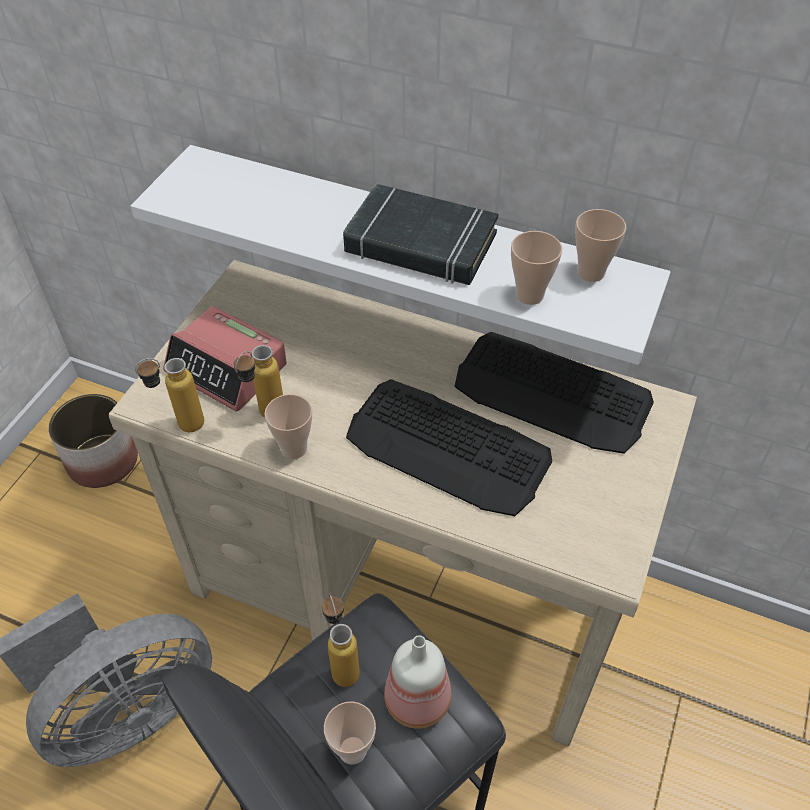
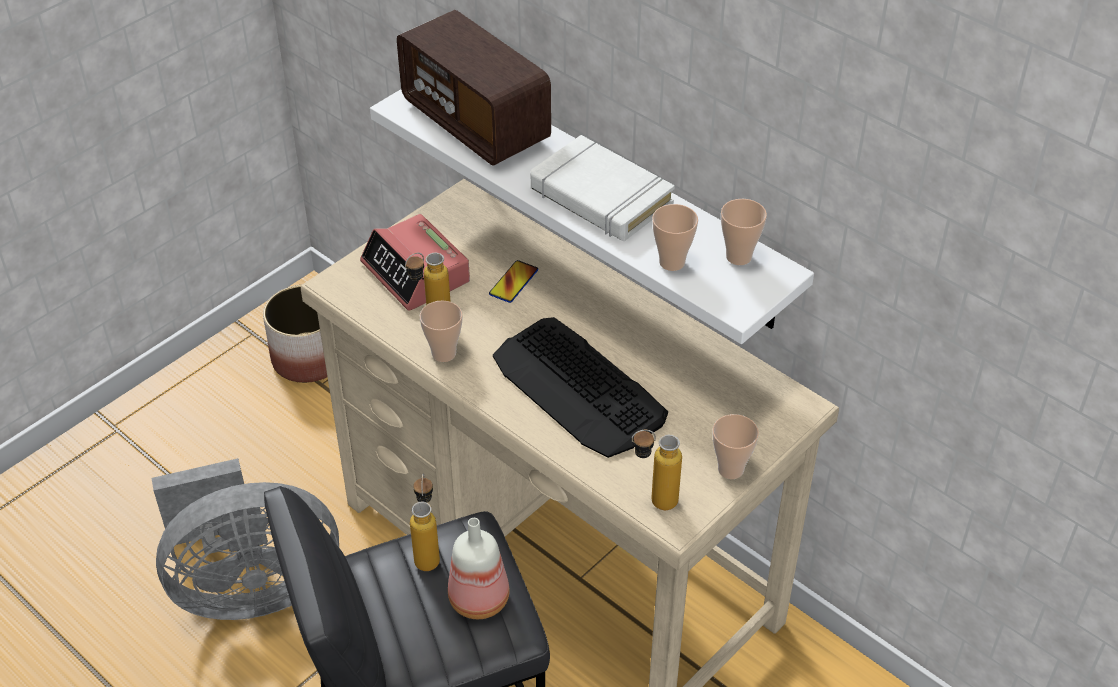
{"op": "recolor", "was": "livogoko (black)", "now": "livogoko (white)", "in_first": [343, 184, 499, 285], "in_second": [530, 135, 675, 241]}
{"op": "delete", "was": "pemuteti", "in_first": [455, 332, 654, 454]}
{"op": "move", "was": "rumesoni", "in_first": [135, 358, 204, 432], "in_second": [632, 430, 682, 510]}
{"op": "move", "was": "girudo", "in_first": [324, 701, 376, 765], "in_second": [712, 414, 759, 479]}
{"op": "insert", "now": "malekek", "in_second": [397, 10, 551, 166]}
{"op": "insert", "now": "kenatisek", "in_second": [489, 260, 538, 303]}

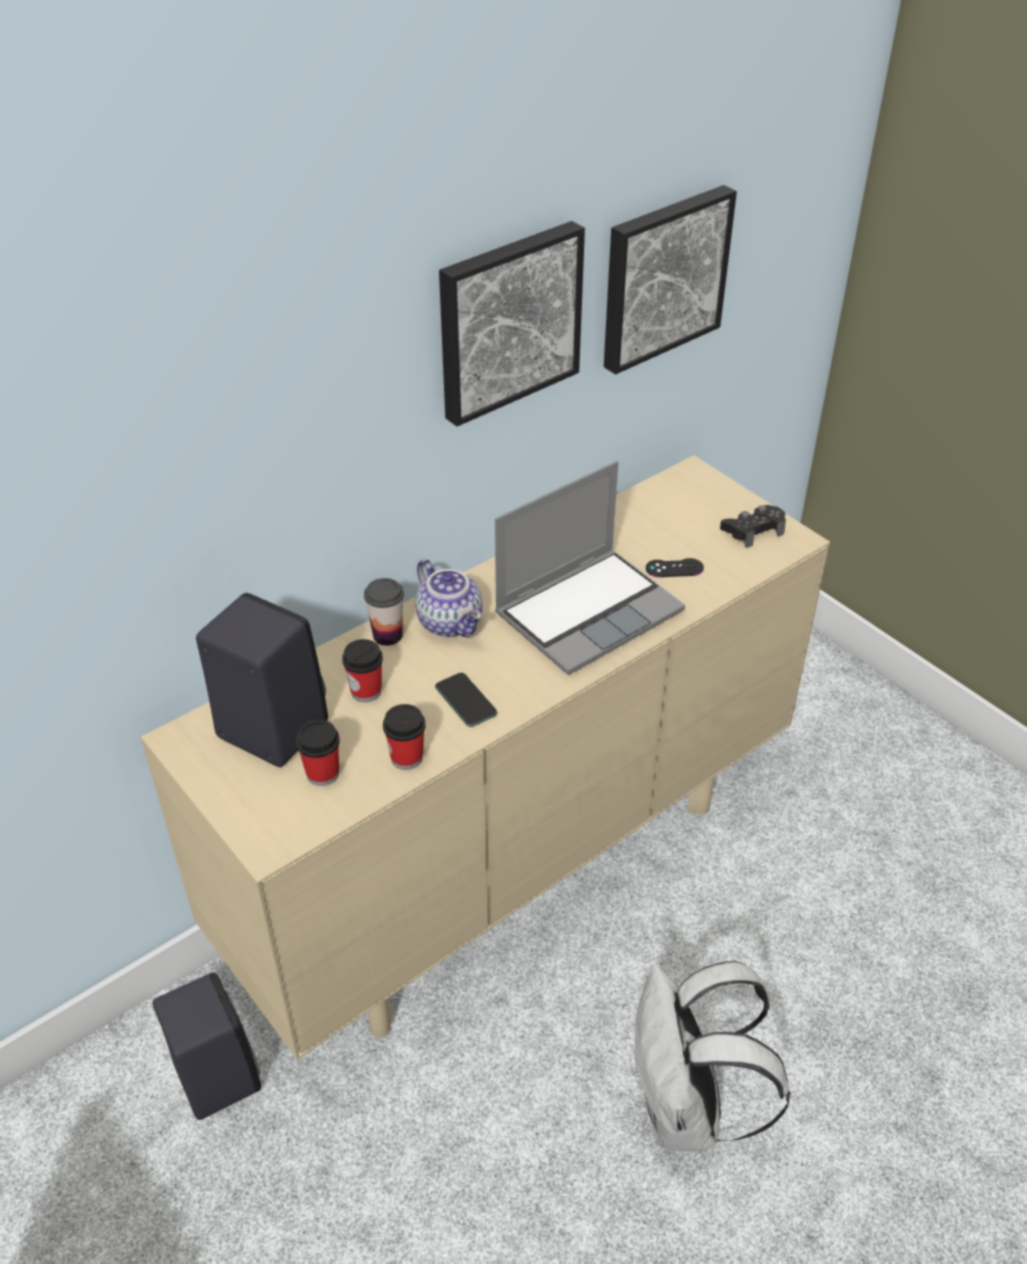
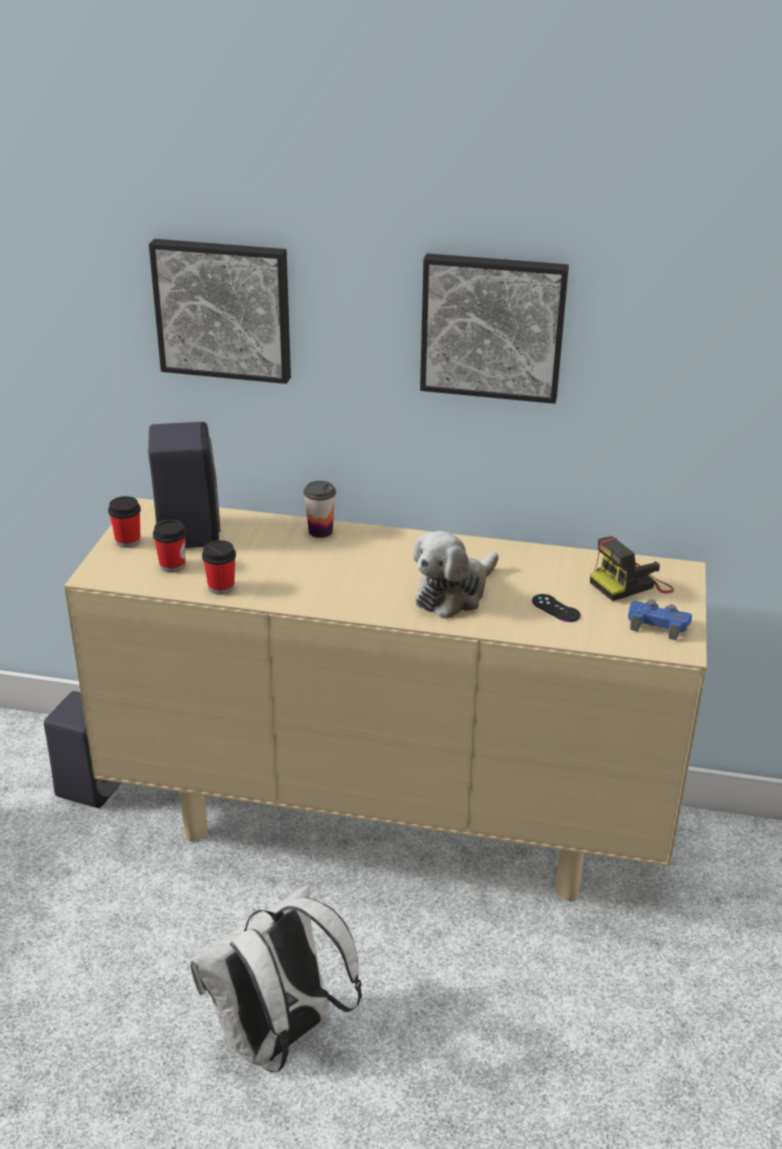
{"op": "move", "was": "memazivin", "in_first": [604, 185, 737, 374], "in_second": [149, 239, 291, 384]}
{"op": "replace", "was": "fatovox", "now": "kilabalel", "in_first": [495, 461, 685, 675], "in_second": [413, 531, 498, 619]}
{"op": "recolor", "was": "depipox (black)", "now": "depipox (blue)", "in_first": [720, 505, 786, 548], "in_second": [628, 600, 692, 640]}
{"op": "delete", "was": "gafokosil", "in_first": [415, 559, 483, 637]}
{"op": "move", "was": "girudo", "in_first": [342, 639, 383, 702], "in_second": [108, 496, 141, 548]}
{"op": "delete", "was": "kenatisek", "in_first": [435, 673, 498, 727]}
{"op": "insert", "now": "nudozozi", "in_second": [590, 536, 674, 601]}

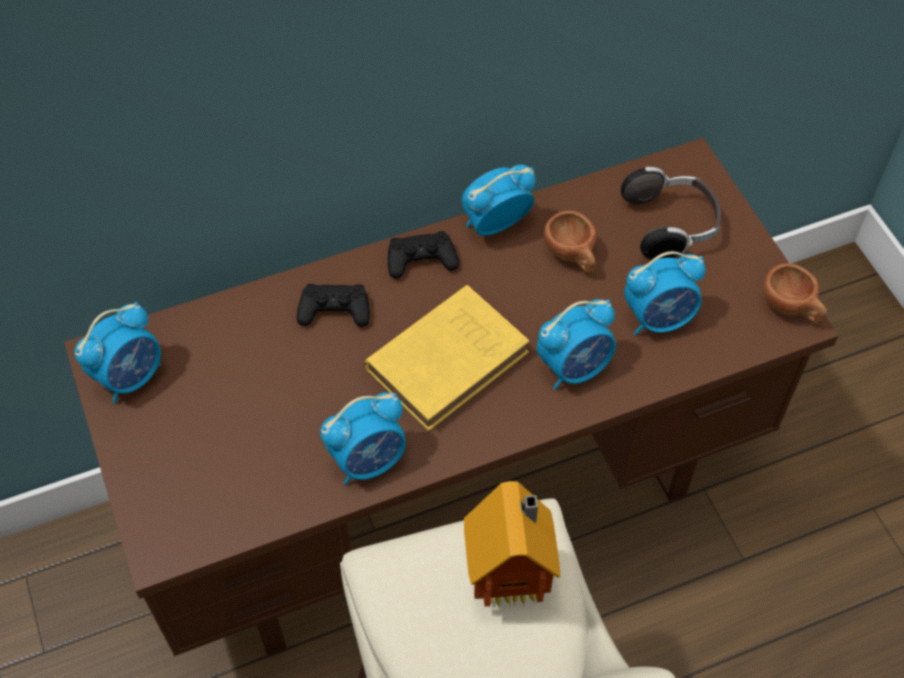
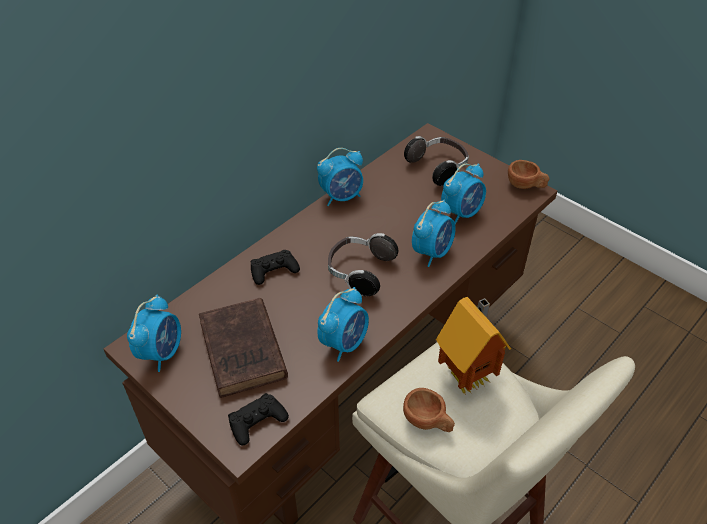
{"op": "rotate", "was": "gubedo", "in_first": [461, 165, 536, 236], "in_second": [317, 148, 363, 206], "clockwise": -150}
{"op": "move", "was": "girudo (brown)", "in_first": [544, 211, 597, 273], "in_second": [403, 388, 455, 432]}
{"op": "move", "was": "depipox (black)", "in_first": [388, 231, 459, 279], "in_second": [228, 393, 289, 445]}
{"op": "replace", "was": "livogoko (yellow)", "now": "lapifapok", "in_first": [365, 285, 529, 431], "in_second": [328, 233, 398, 296]}
{"op": "insert", "now": "livogoko (brown)", "in_second": [199, 298, 288, 398]}

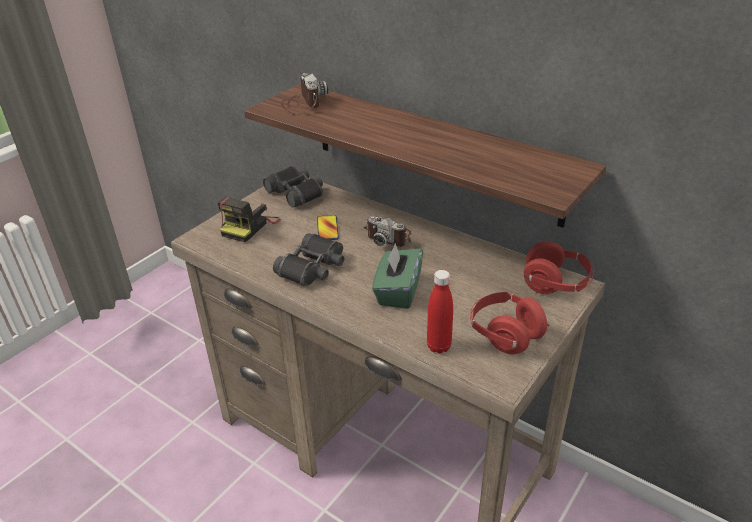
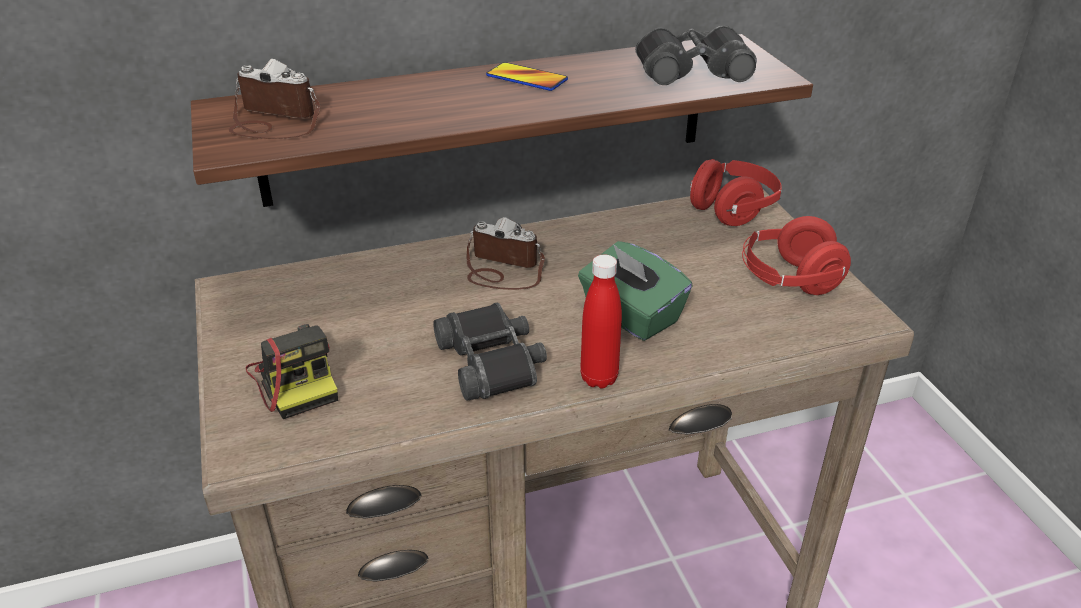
{"op": "move", "was": "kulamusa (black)", "in_first": [263, 166, 323, 208], "in_second": [635, 25, 757, 85]}
{"op": "move", "was": "kenatisek", "in_first": [317, 215, 339, 240], "in_second": [486, 62, 568, 91]}
{"op": "rotate", "was": "nudozozi", "in_first": [364, 216, 411, 247], "in_second": [467, 217, 545, 290], "clockwise": -135}
{"op": "move", "was": "rumesoni (red)", "in_first": [427, 270, 453, 354], "in_second": [580, 255, 622, 389]}

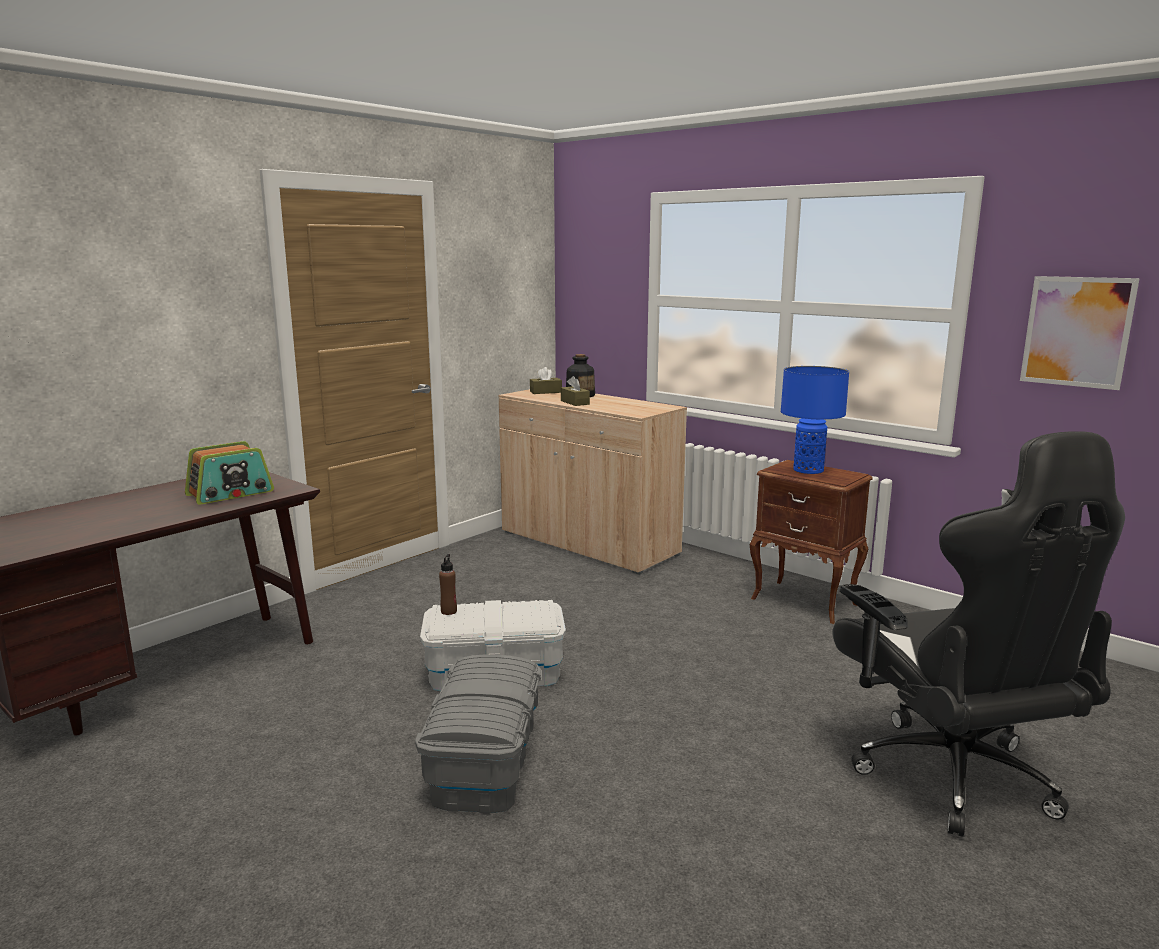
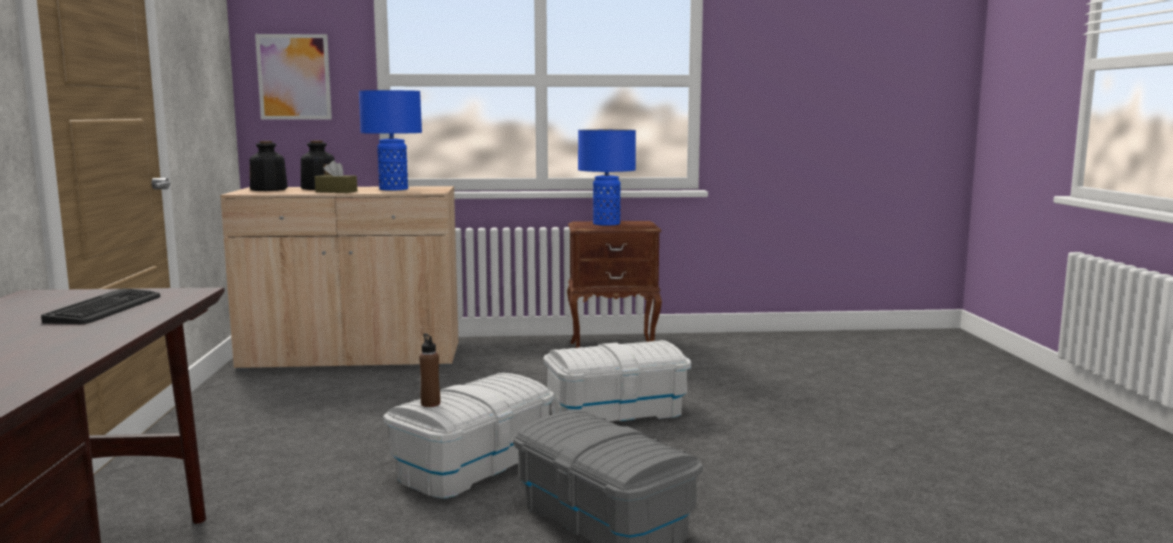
{"op": "move", "was": "memazivin", "in_first": [1020, 276, 1140, 390], "in_second": [255, 34, 332, 120]}
{"op": "replace", "was": "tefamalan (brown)", "now": "rumesoni", "in_first": [530, 367, 562, 394], "in_second": [250, 141, 288, 191]}
{"op": "delete", "was": "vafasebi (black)", "in_first": [832, 431, 1125, 837]}
{"op": "replace", "was": "malekek", "now": "pemuteti", "in_first": [185, 441, 274, 505], "in_second": [41, 288, 161, 324]}
{"op": "insert", "now": "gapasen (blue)", "in_second": [359, 90, 422, 191]}
{"op": "insert", "now": "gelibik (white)", "in_second": [543, 340, 691, 421]}

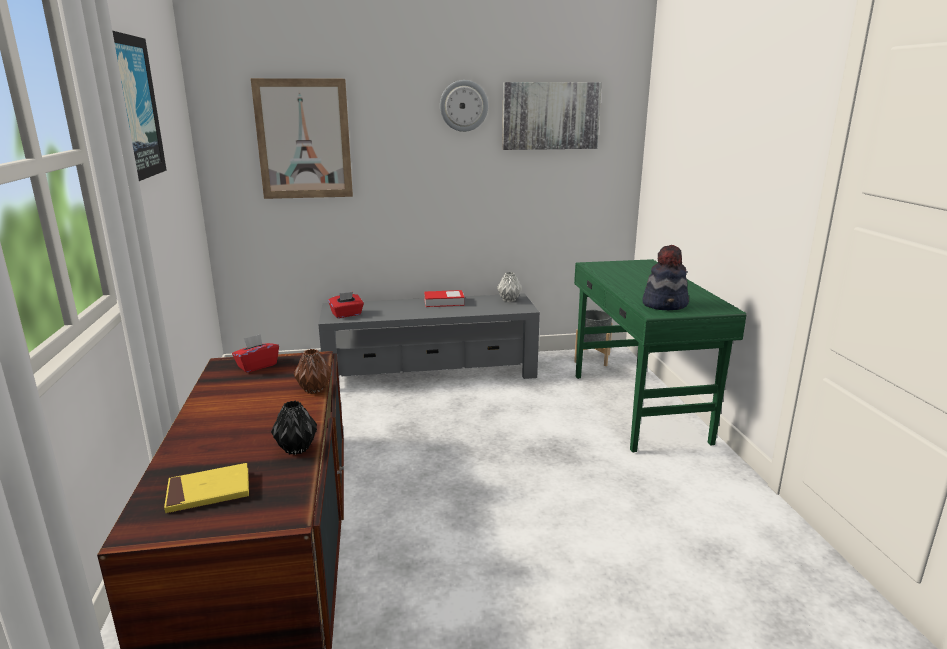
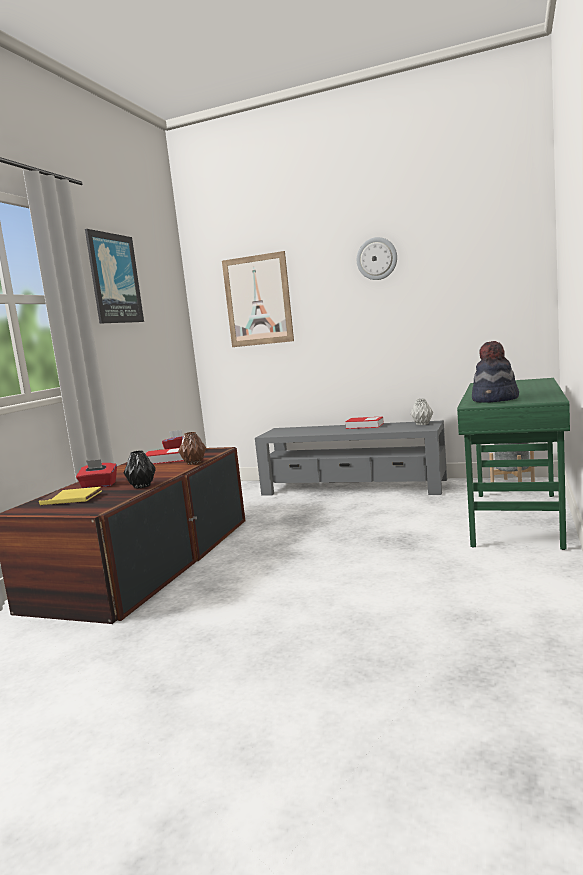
{"op": "delete", "was": "memazivin", "in_first": [502, 82, 602, 150]}
{"op": "move", "was": "tefamalan (red)", "in_first": [328, 292, 364, 318], "in_second": [76, 459, 117, 488]}
{"op": "insert", "now": "livogoko", "in_second": [145, 448, 184, 464]}

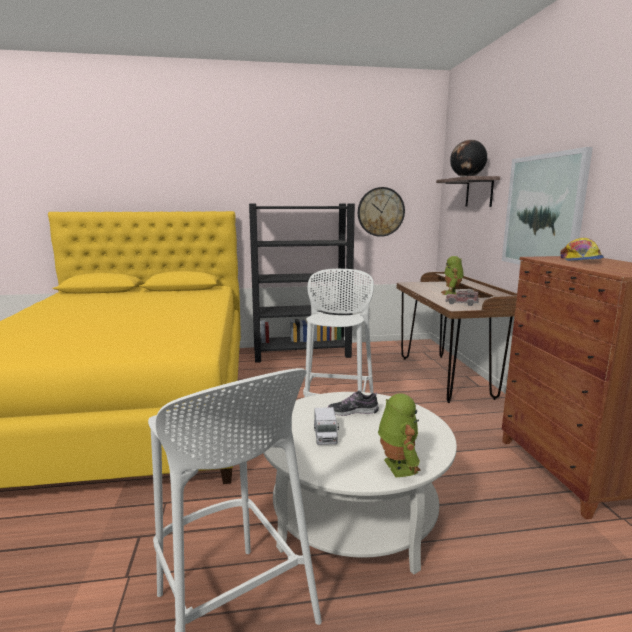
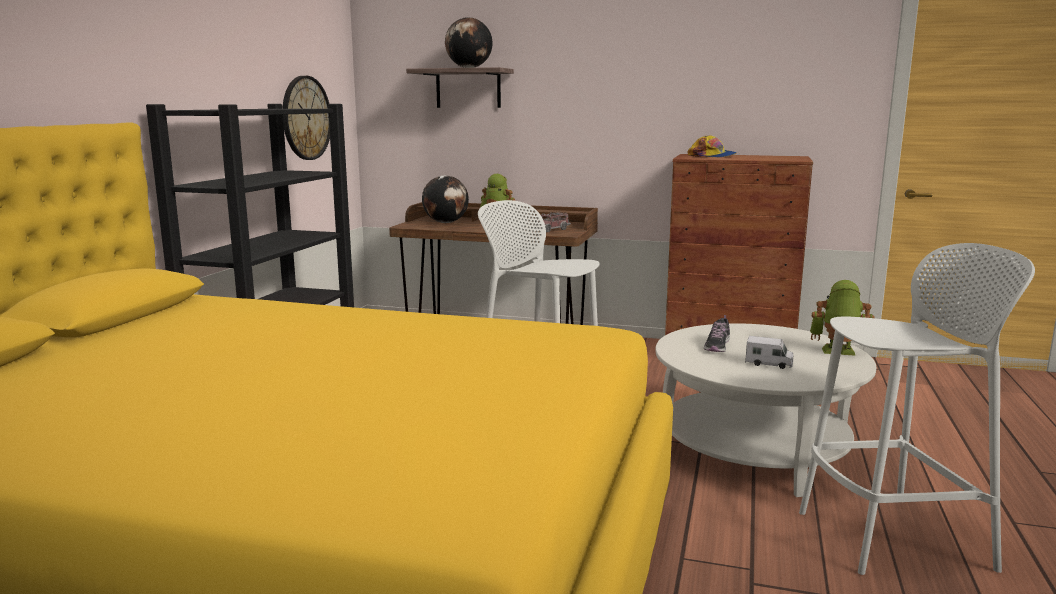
{"op": "delete", "was": "memazivin", "in_first": [502, 147, 593, 265]}
{"op": "insert", "now": "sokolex", "in_second": [422, 176, 469, 223]}

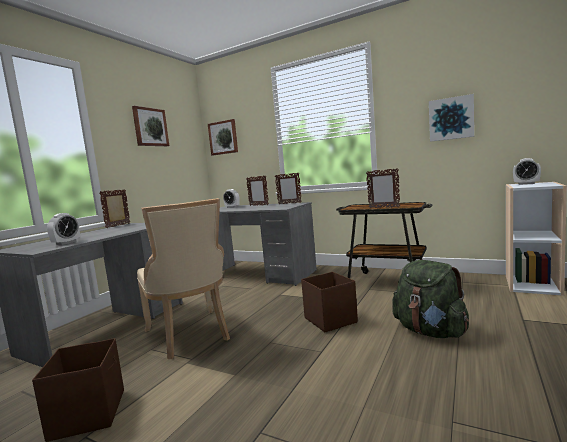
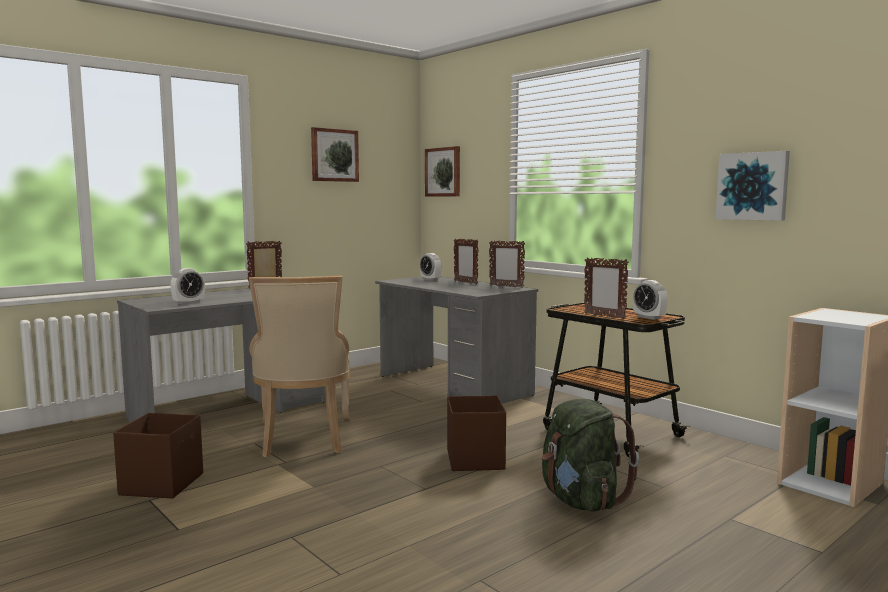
{"op": "move", "was": "gubedo", "in_first": [513, 158, 541, 185], "in_second": [633, 280, 668, 320]}

